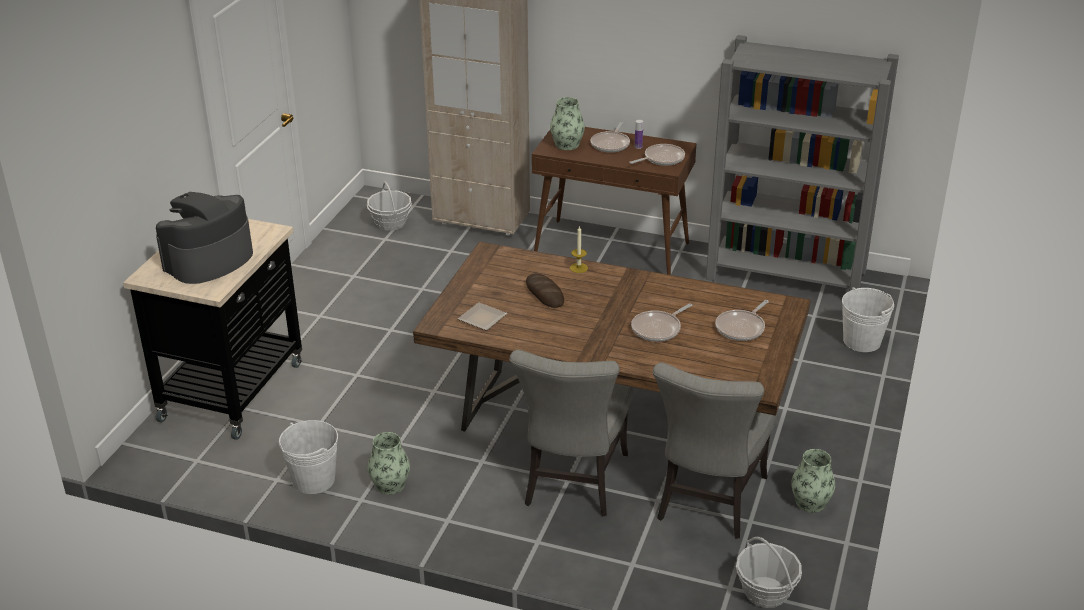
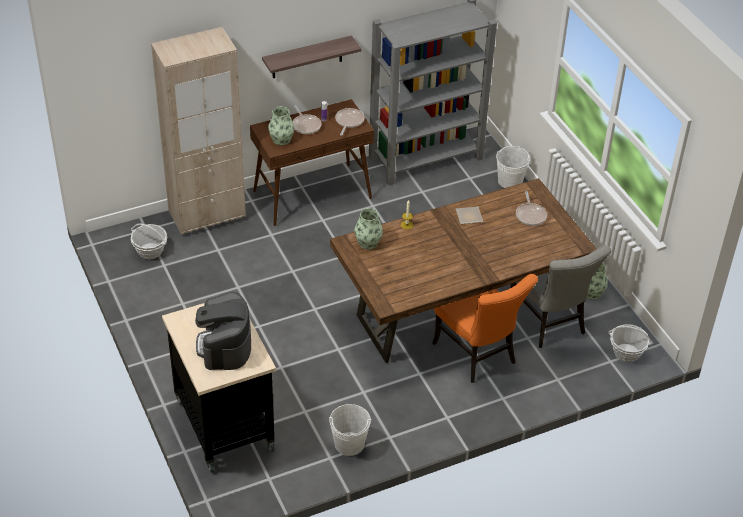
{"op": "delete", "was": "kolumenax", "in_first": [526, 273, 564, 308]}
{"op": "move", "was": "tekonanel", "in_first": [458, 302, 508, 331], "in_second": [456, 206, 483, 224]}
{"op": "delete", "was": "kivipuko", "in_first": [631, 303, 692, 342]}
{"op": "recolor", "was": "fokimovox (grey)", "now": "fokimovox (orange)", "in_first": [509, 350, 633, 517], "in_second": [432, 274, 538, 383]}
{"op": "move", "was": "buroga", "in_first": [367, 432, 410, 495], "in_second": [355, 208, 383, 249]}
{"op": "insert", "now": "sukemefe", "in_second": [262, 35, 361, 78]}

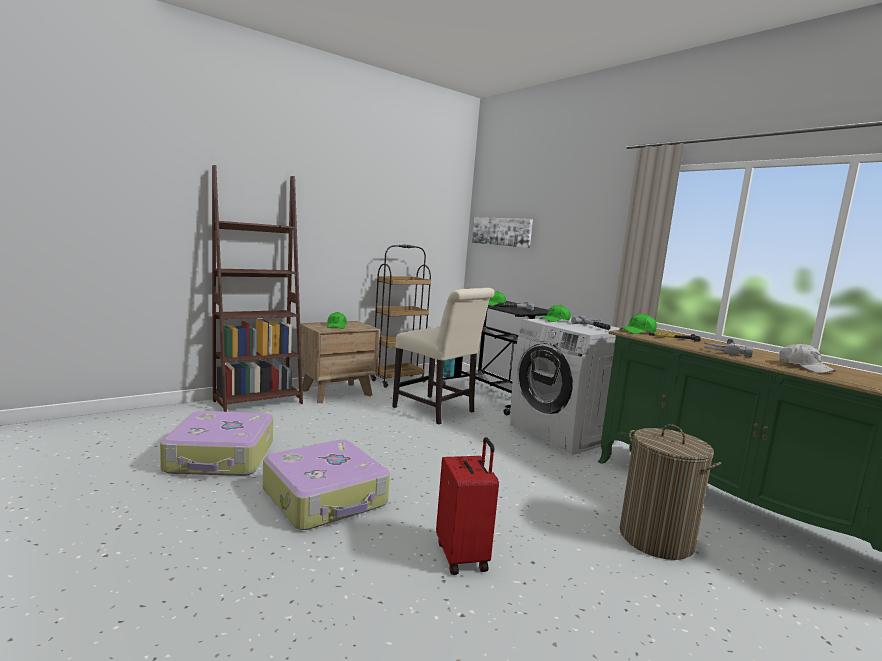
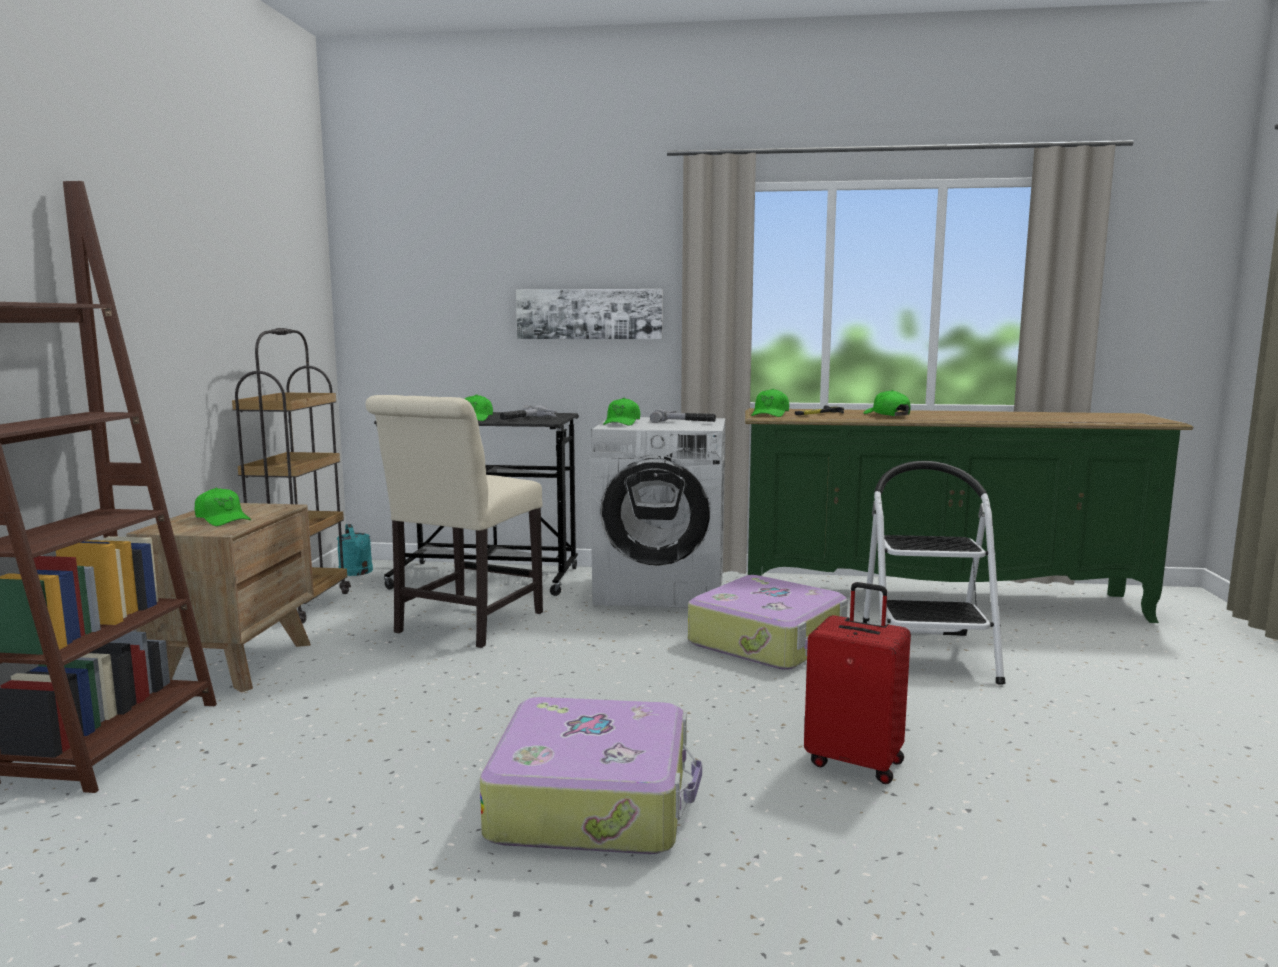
{"op": "move", "was": "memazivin", "in_first": [472, 217, 533, 248], "in_second": [516, 289, 663, 339]}
{"op": "rotate", "was": "fokimovox (beige)", "in_first": [392, 288, 495, 425], "in_second": [365, 395, 543, 648], "clockwise": 120}
{"op": "replace", "was": "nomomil", "now": "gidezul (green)", "in_first": [704, 339, 753, 357], "in_second": [864, 390, 911, 416]}
{"op": "delete", "was": "gidezul (white)", "in_first": [779, 343, 836, 373]}
{"op": "move", "was": "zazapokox", "in_first": [160, 411, 273, 476], "in_second": [688, 575, 848, 670]}
{"op": "replace", "was": "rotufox", "now": "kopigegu", "in_first": [620, 424, 721, 560], "in_second": [863, 461, 1005, 685]}

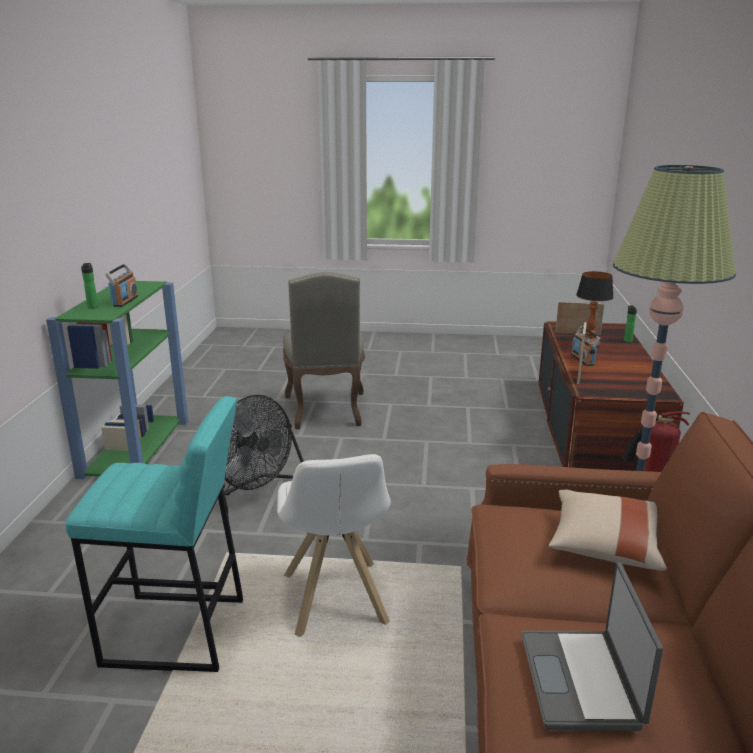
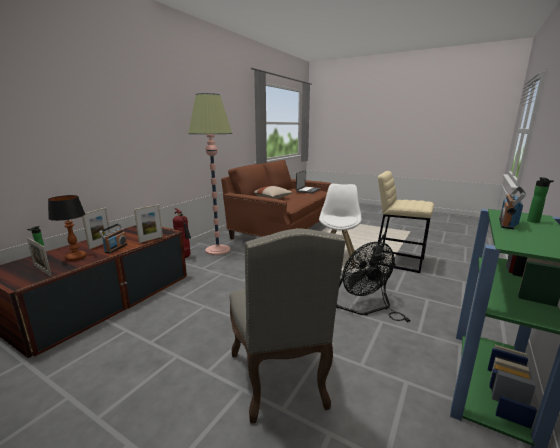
{"op": "rotate", "was": "fokimovox (grey)", "in_first": [283, 272, 365, 429], "in_second": [230, 228, 346, 424], "clockwise": 150}
{"op": "recolor", "was": "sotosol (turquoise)", "now": "sotosol (beige)", "in_first": [65, 396, 243, 672], "in_second": [377, 171, 434, 273]}
{"op": "insert", "now": "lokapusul", "in_second": [82, 208, 110, 249]}

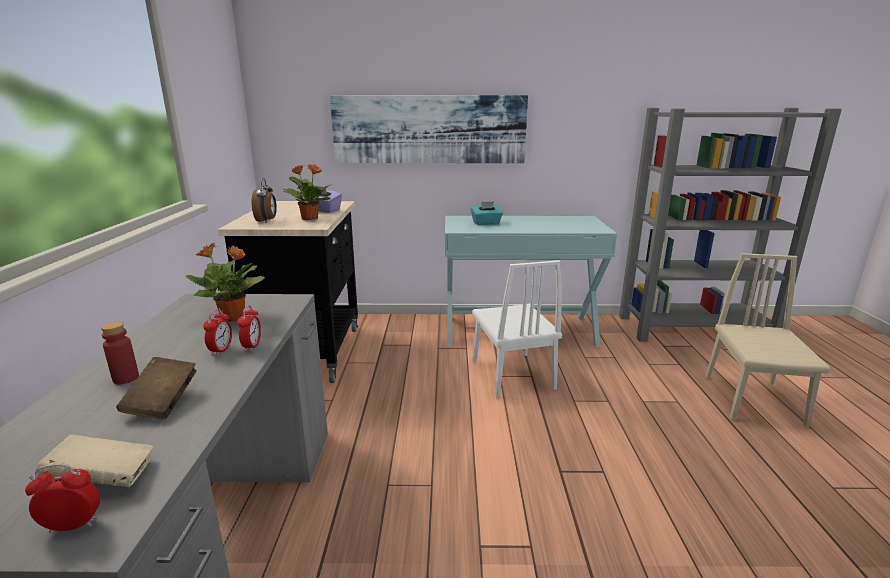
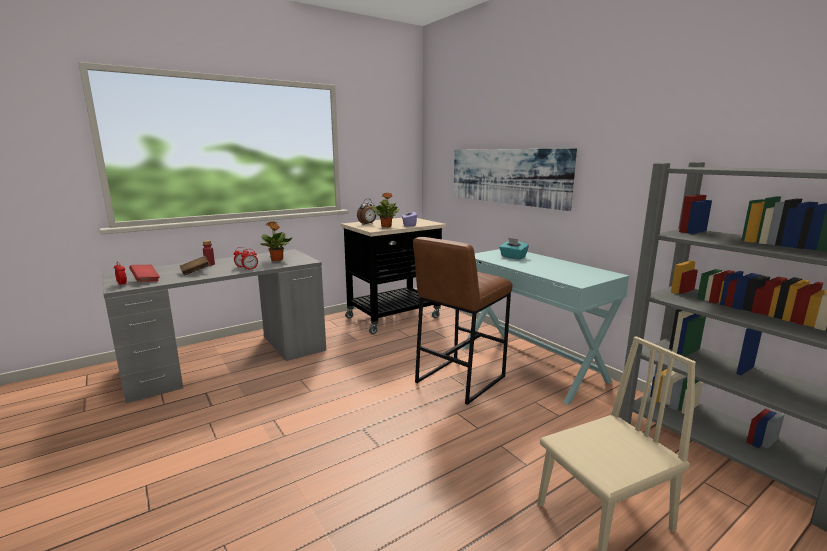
{"op": "replace", "was": "fokimovox (white)", "now": "sotosol (brown)", "in_first": [472, 260, 562, 398], "in_second": [413, 237, 513, 405]}
{"op": "recolor", "was": "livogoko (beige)", "now": "livogoko (red)", "in_first": [36, 434, 154, 487], "in_second": [129, 265, 160, 282]}

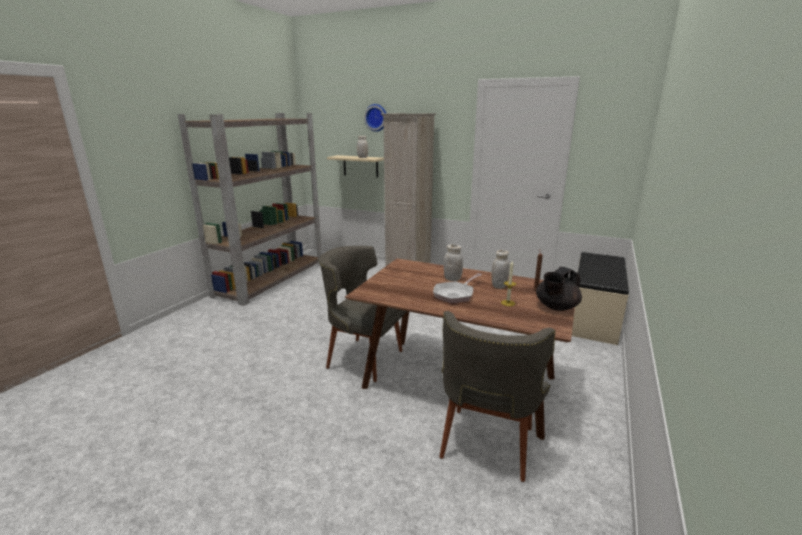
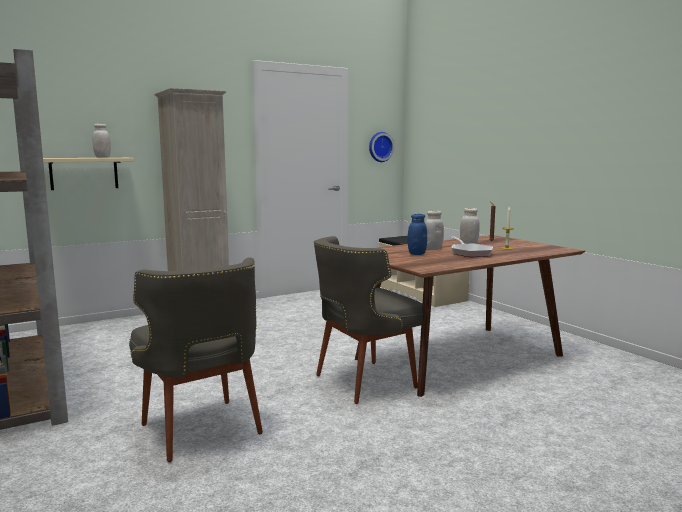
{"op": "move", "was": "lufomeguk", "in_first": [364, 104, 387, 132], "in_second": [369, 132, 395, 162]}
{"op": "delete", "was": "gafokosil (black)", "in_first": [536, 267, 582, 311]}
{"op": "move", "was": "fokimovox (grey)", "in_first": [439, 311, 555, 482], "in_second": [129, 257, 263, 462]}
{"op": "insert", "now": "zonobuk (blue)", "in_second": [408, 214, 427, 255]}

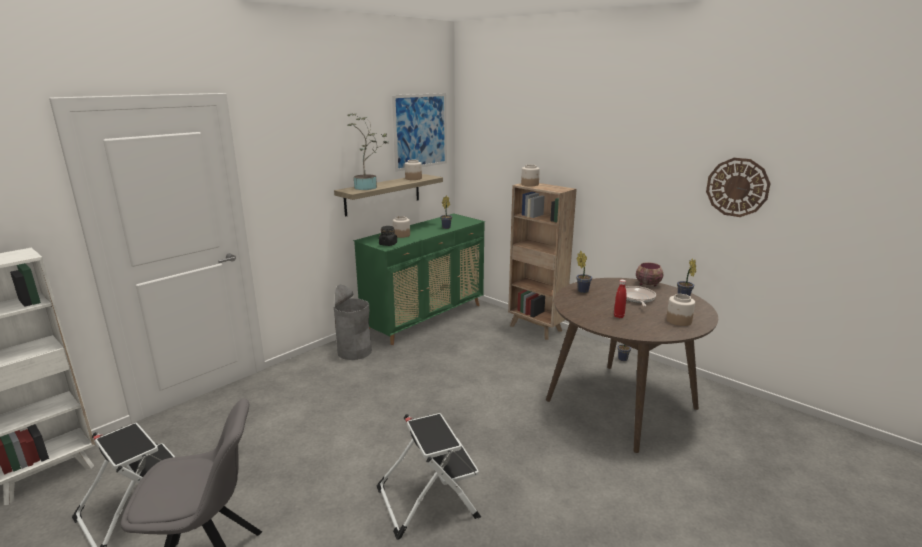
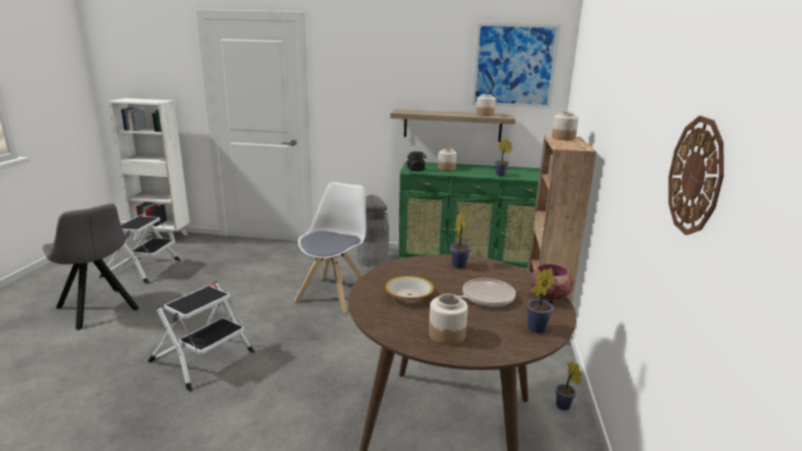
{"op": "delete", "was": "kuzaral", "in_first": [347, 114, 388, 190]}
{"op": "replace", "was": "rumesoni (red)", "now": "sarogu", "in_first": [614, 279, 627, 318], "in_second": [385, 276, 434, 302]}
{"op": "insert", "now": "fokimovox", "in_second": [294, 182, 366, 313]}

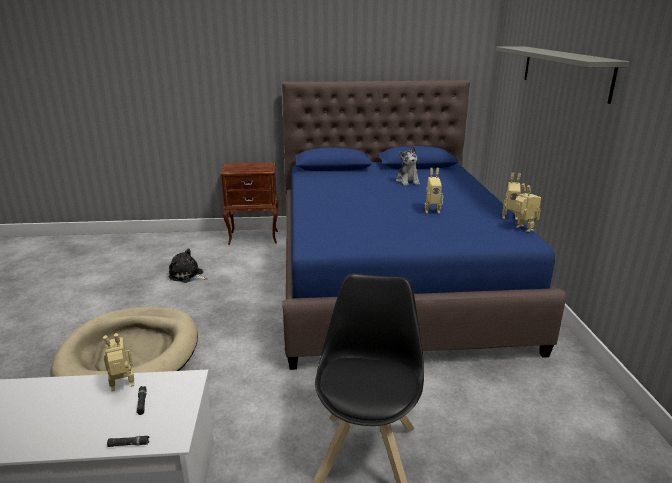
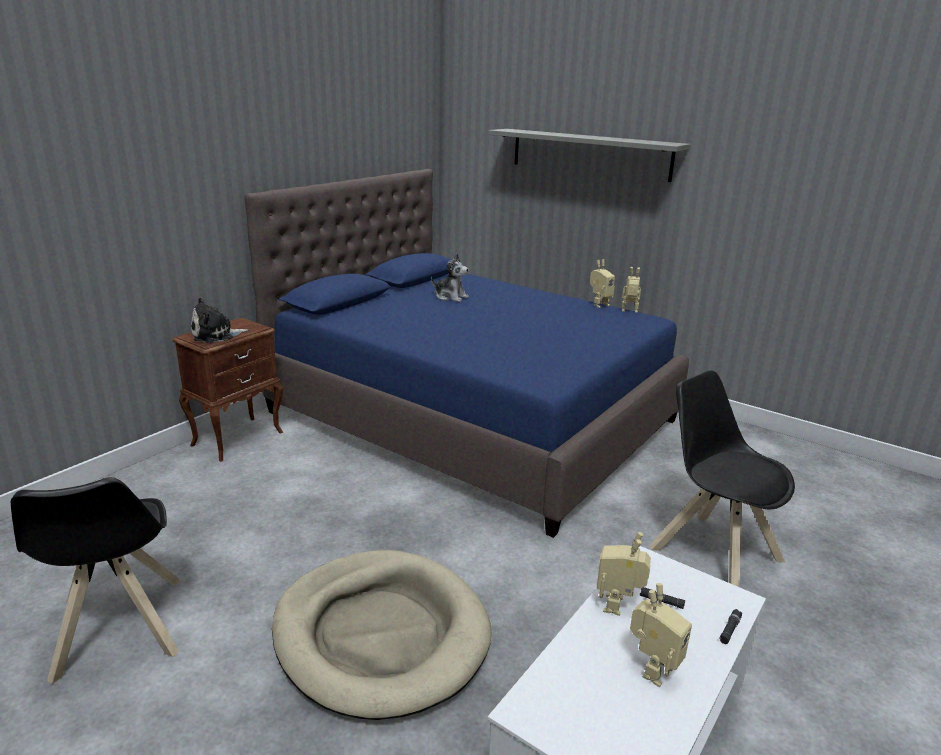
{"op": "move", "was": "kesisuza", "in_first": [425, 168, 443, 213], "in_second": [630, 583, 692, 687]}
{"op": "move", "was": "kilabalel", "in_first": [169, 249, 208, 283], "in_second": [191, 297, 249, 343]}
{"op": "insert", "now": "fokimovox (black)", "in_second": [11, 477, 181, 684]}

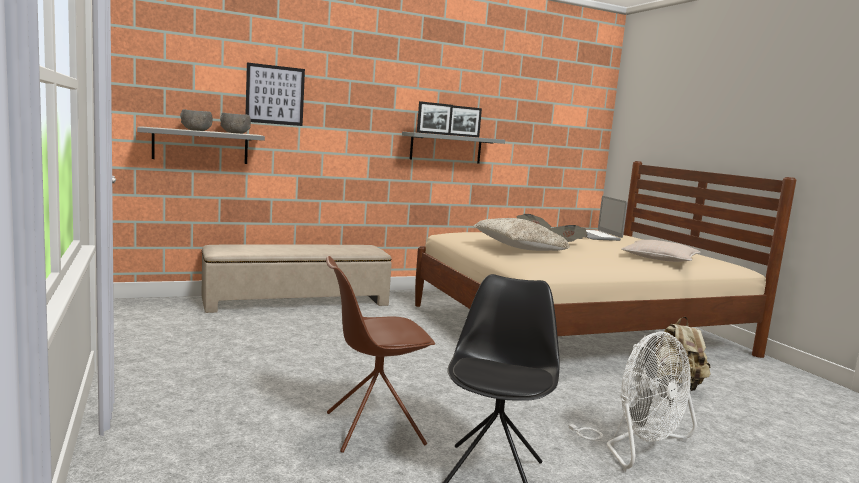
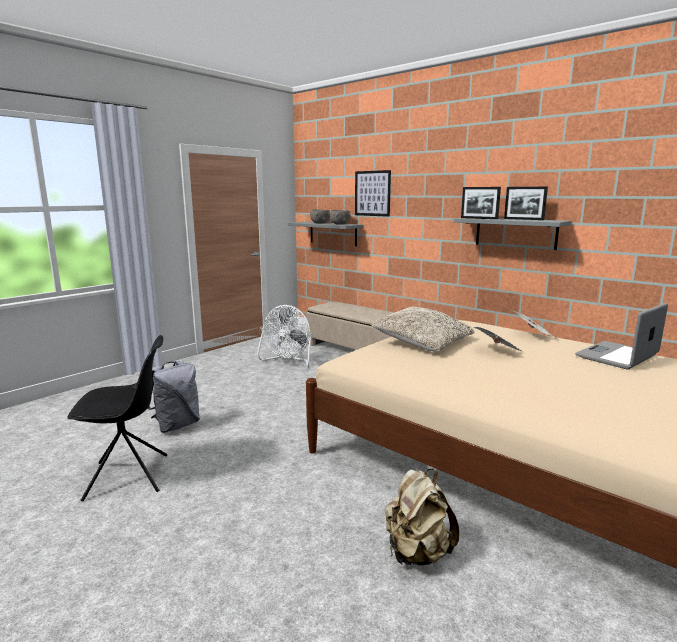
{"op": "delete", "was": "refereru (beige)", "in_first": [621, 240, 701, 262]}
{"op": "replace", "was": "fokimovox (brown)", "now": "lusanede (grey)", "in_first": [326, 256, 435, 453], "in_second": [147, 361, 200, 433]}
{"op": "move", "was": "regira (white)", "in_first": [569, 331, 697, 473], "in_second": [257, 305, 312, 370]}

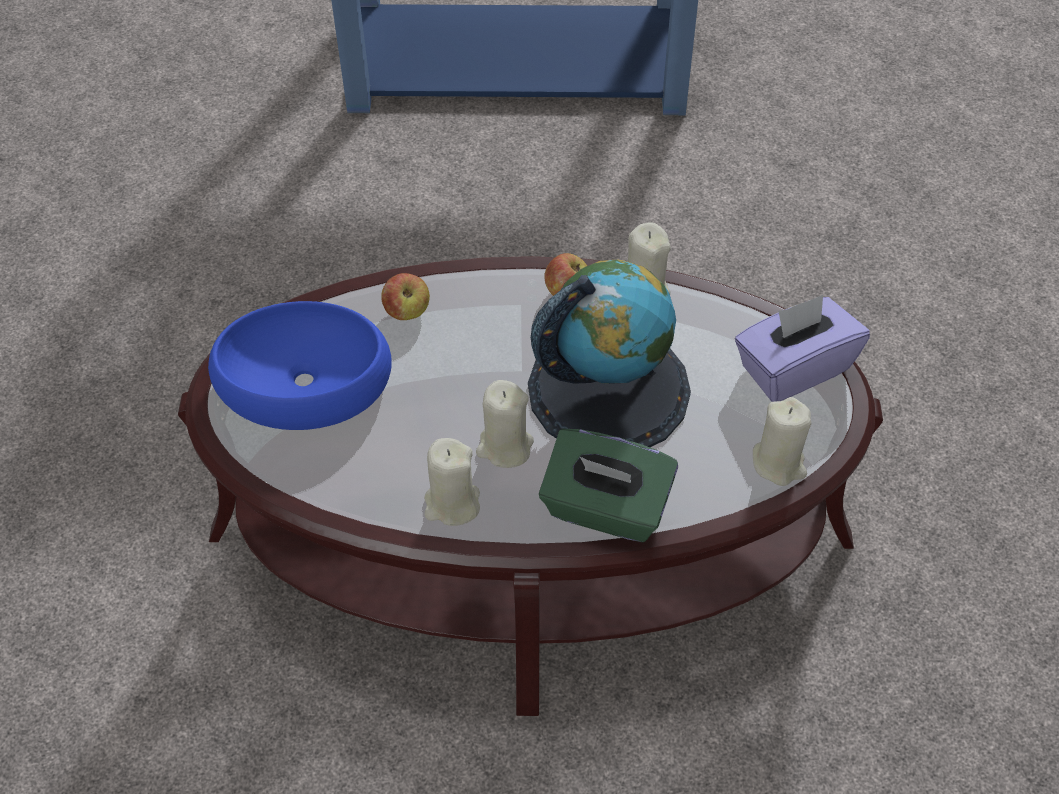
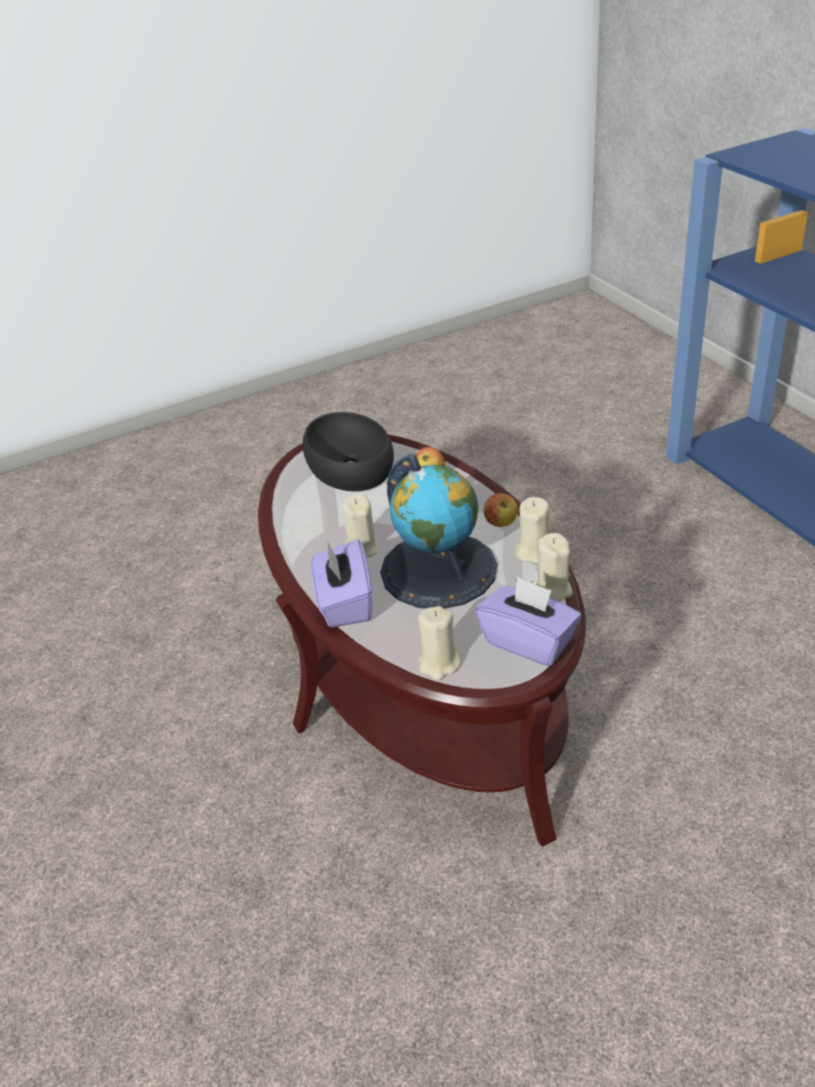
{"op": "recolor", "was": "sarogu (blue)", "now": "sarogu (black)", "in_first": [208, 301, 392, 430], "in_second": [303, 412, 394, 491]}
{"op": "recolor", "was": "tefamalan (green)", "now": "tefamalan (purple)", "in_first": [539, 429, 678, 542], "in_second": [311, 539, 372, 627]}
{"op": "move", "was": "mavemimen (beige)", "in_first": [424, 438, 480, 526], "in_second": [532, 533, 573, 602]}

